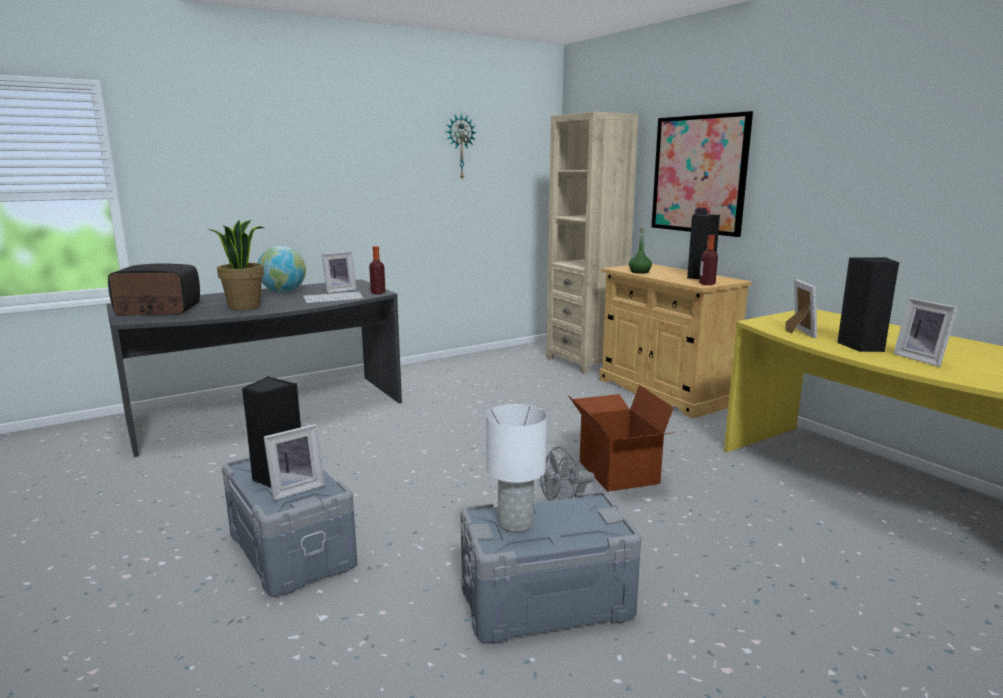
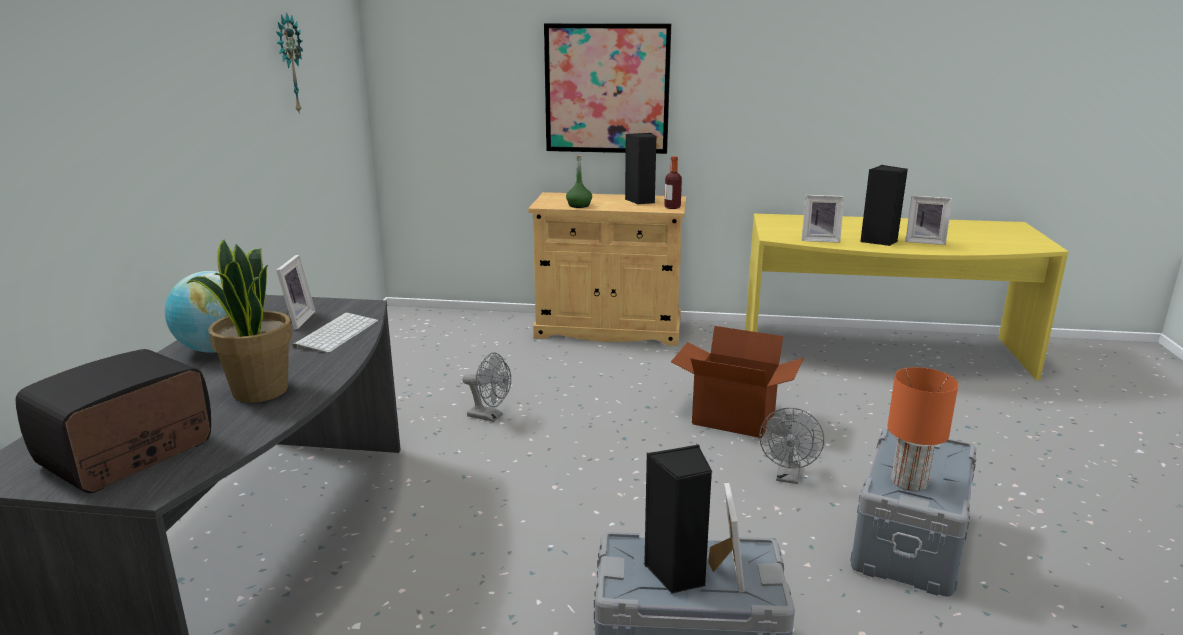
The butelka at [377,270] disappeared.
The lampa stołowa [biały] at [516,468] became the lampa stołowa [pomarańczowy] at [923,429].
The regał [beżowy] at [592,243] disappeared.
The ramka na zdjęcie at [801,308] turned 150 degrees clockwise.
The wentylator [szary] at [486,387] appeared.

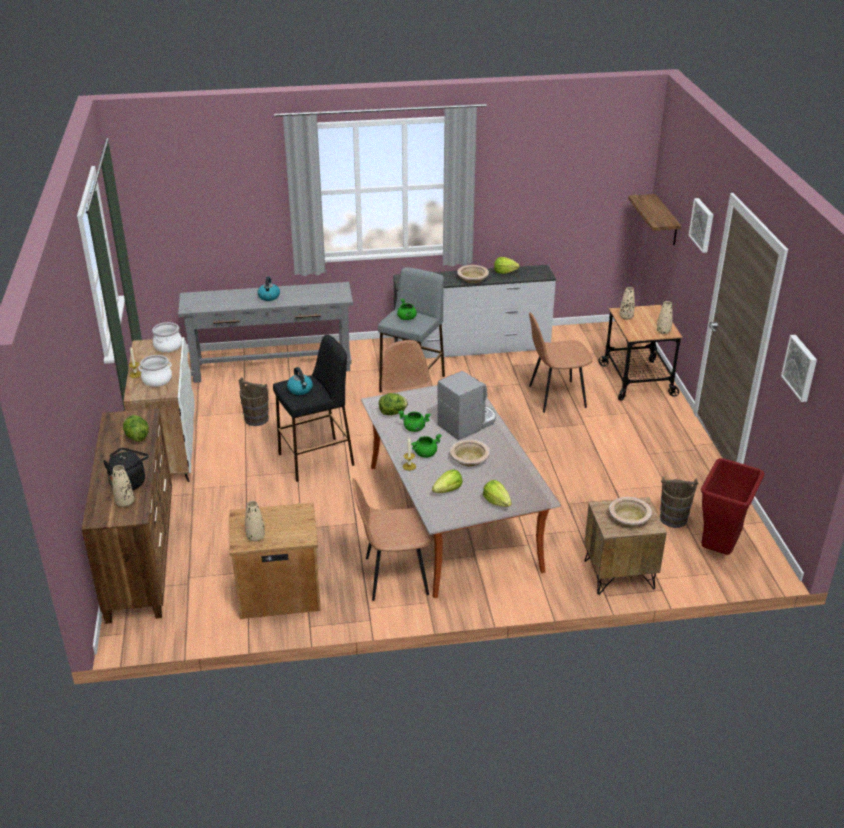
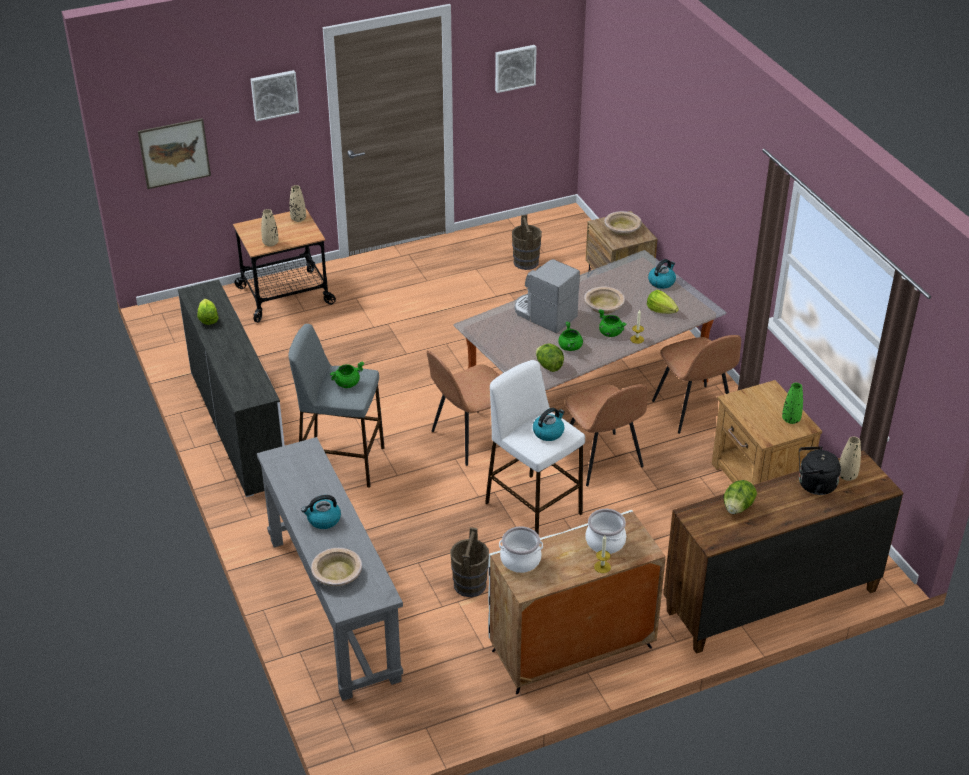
The wazon [beżowy] at [255,521] became the wazon [zielony] at [792,403].
The stołek [czarny] at [313,408] became the stołek [biały] at [535,447].
The miska [beżowy] moved from [473,274] to [336,567].
The sałata at [497,493] was replaced by the czajnik at [662,274].
The krzesło [brązowy] moved from [560,362] to [606,435].
The półka at [654,219] was replaced by the obraz at [174,153].
The kosz na śmieci [czerwony] at [732,506] disappeared.

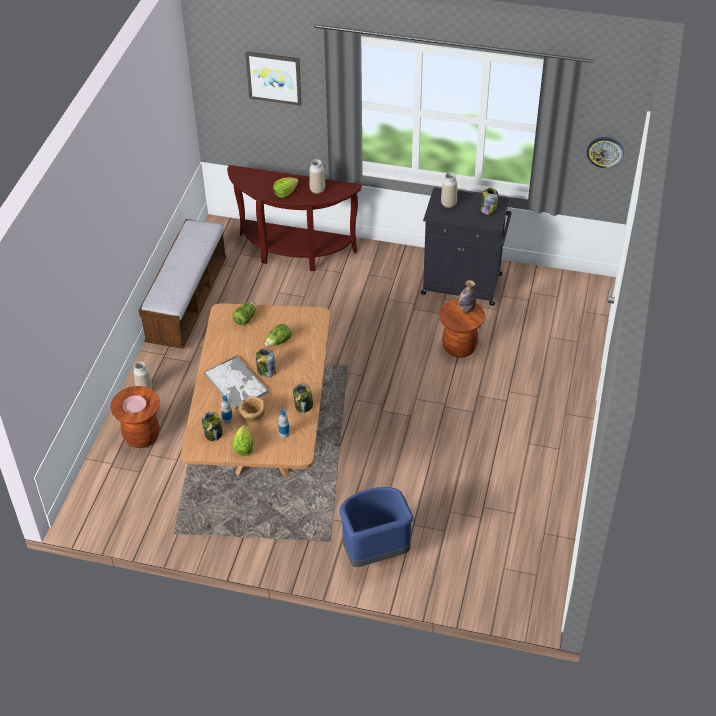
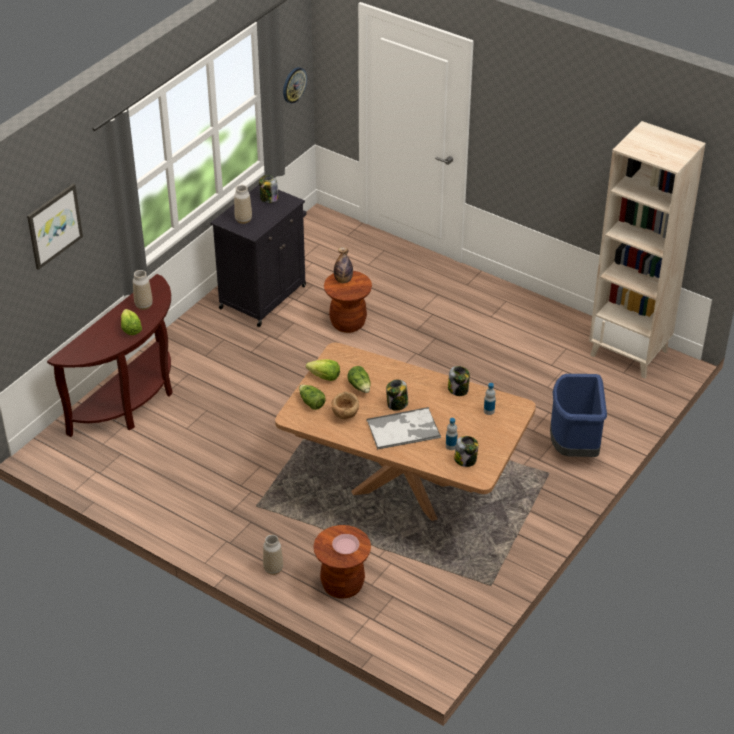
The ławka at [183,284] disappeared.
The sałata moved from [242,440] to [323,370].
The miska [brązowy] moved from [251,409] to [345,405].
The regał [beżowy] at [647,250] appeared.

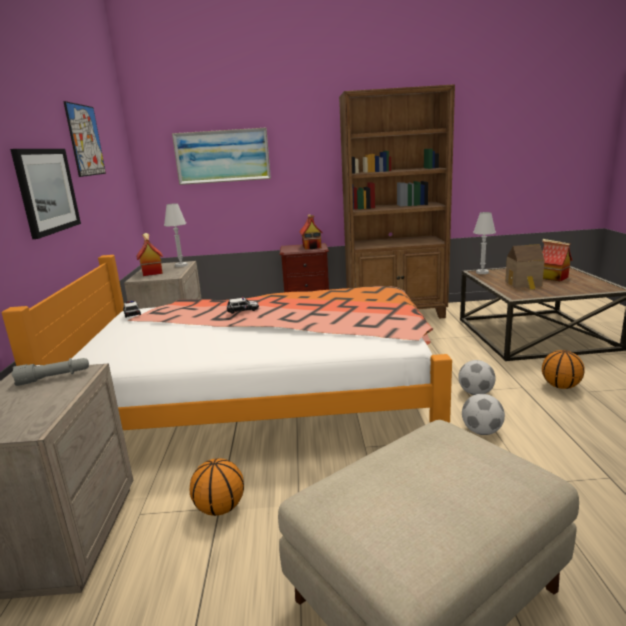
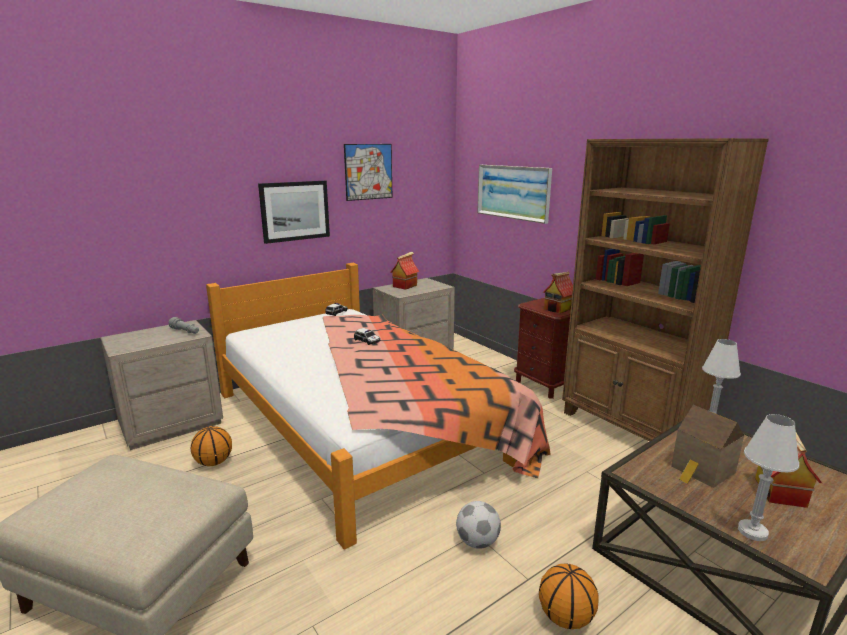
The lampa stołowa [biały] moved from [176,235] to [768,477].
The piłka futbolowa at [483,414] disappeared.

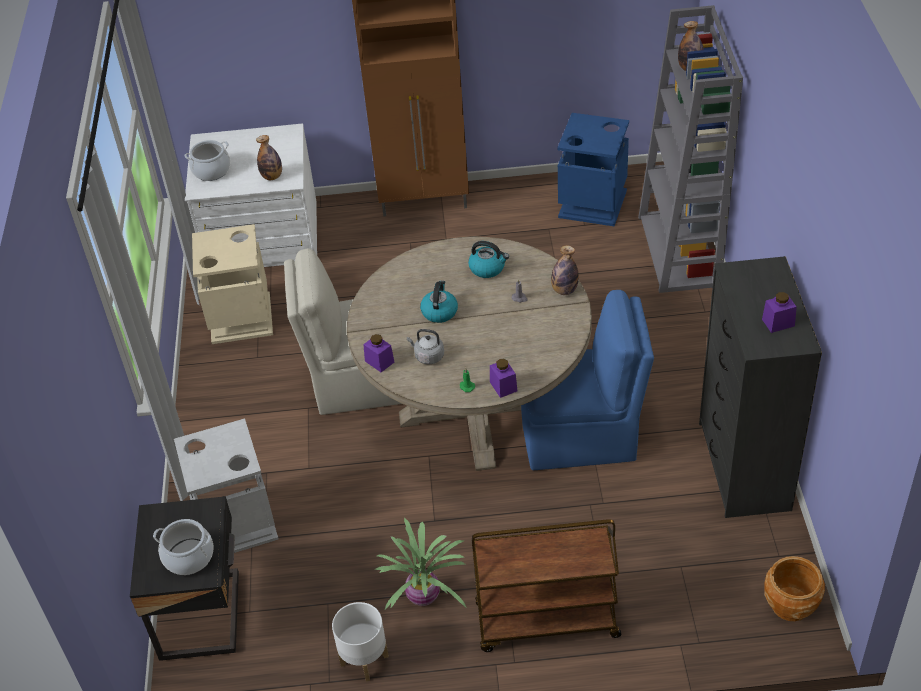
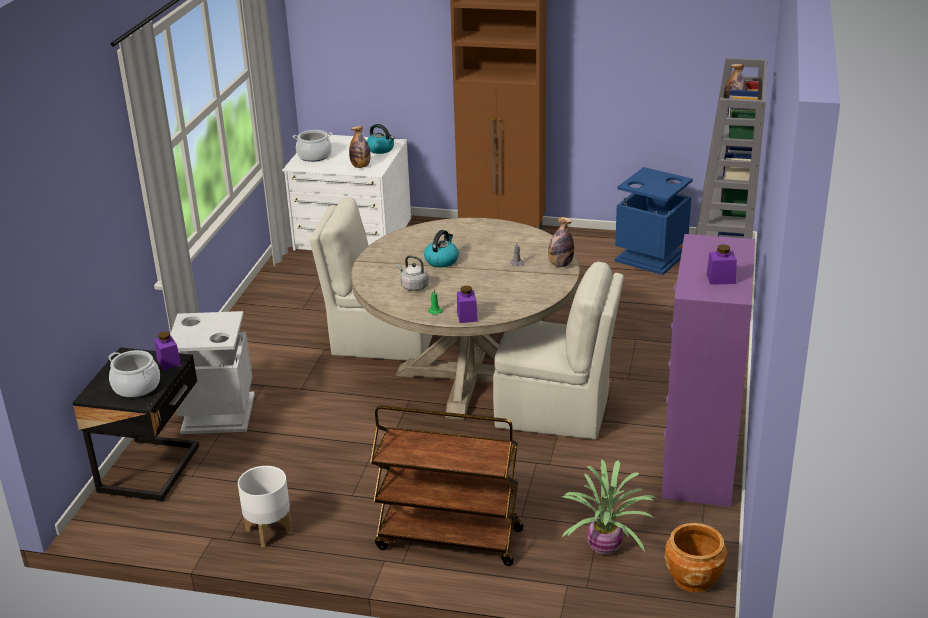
The kosz na śmieci [beżowy] at [232,284] disappeared.
The słoik [fioletowy] moved from [378,353] to [167,351].
The roślina doniczkowa moved from [420,564] to [609,507].
The czajnik moved from [488,259] to [381,139].
The krzesło [niebieski] at [587,380] became the krzesło [beżowy] at [558,350].
The komoda [czarny] at [760,387] became the komoda [fioletowy] at [708,370].

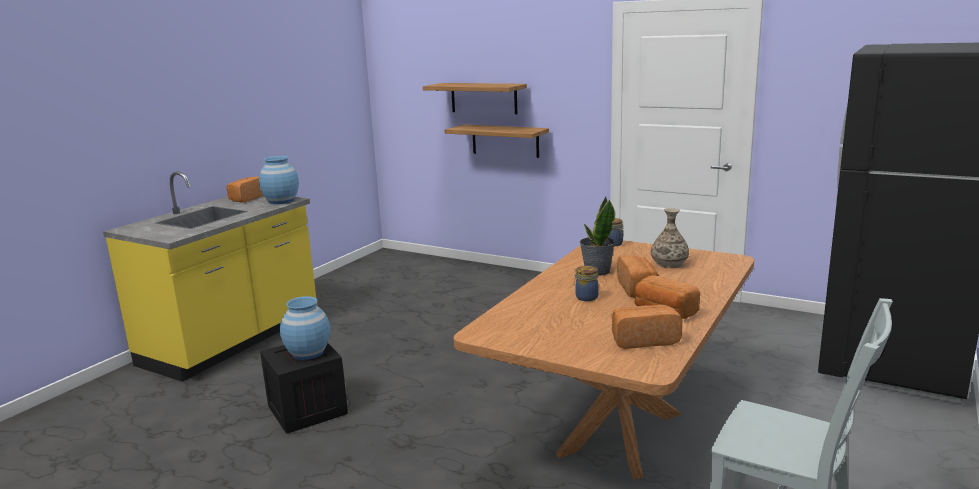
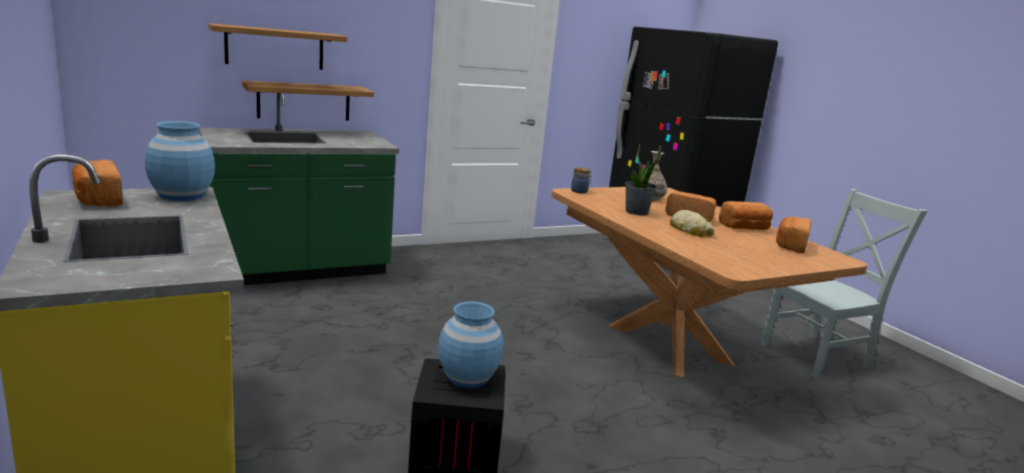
The słoik at [586,283] was replaced by the chleb at [692,223].
The zabudowa kuchenna [zielony] at [299,189] appeared.

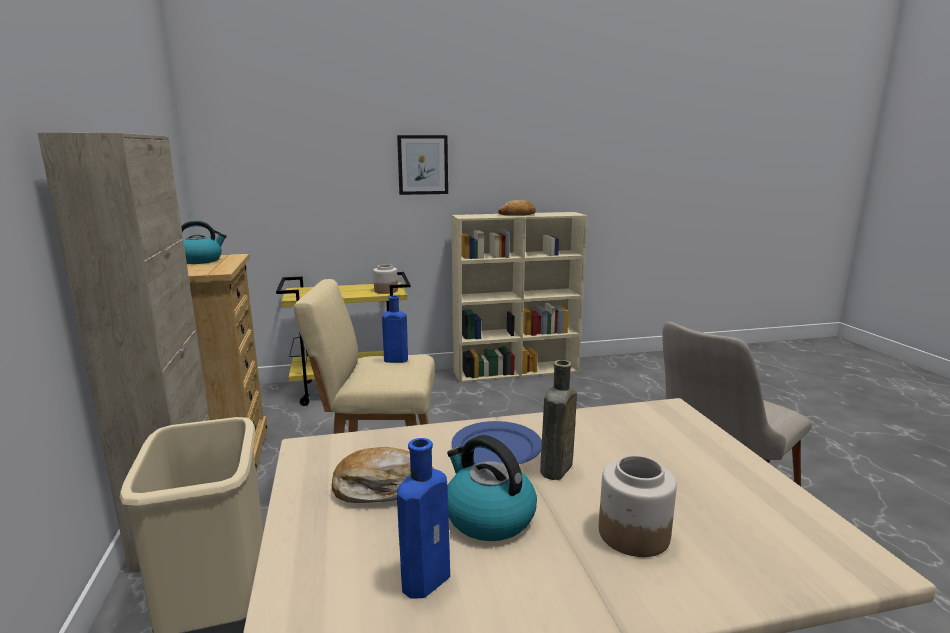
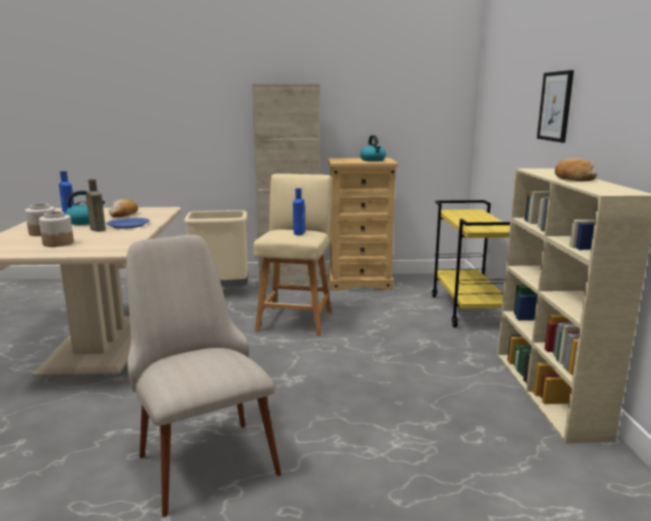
The słoik moved from [385,279] to [56,229].

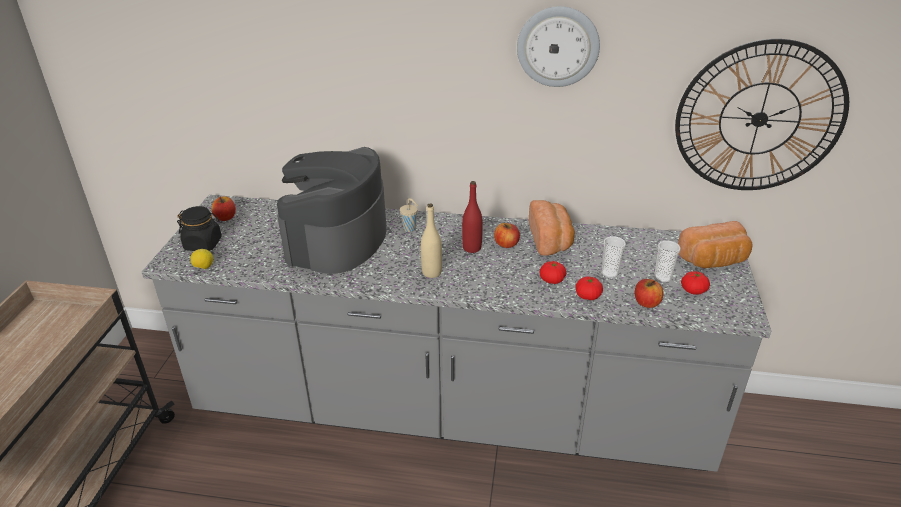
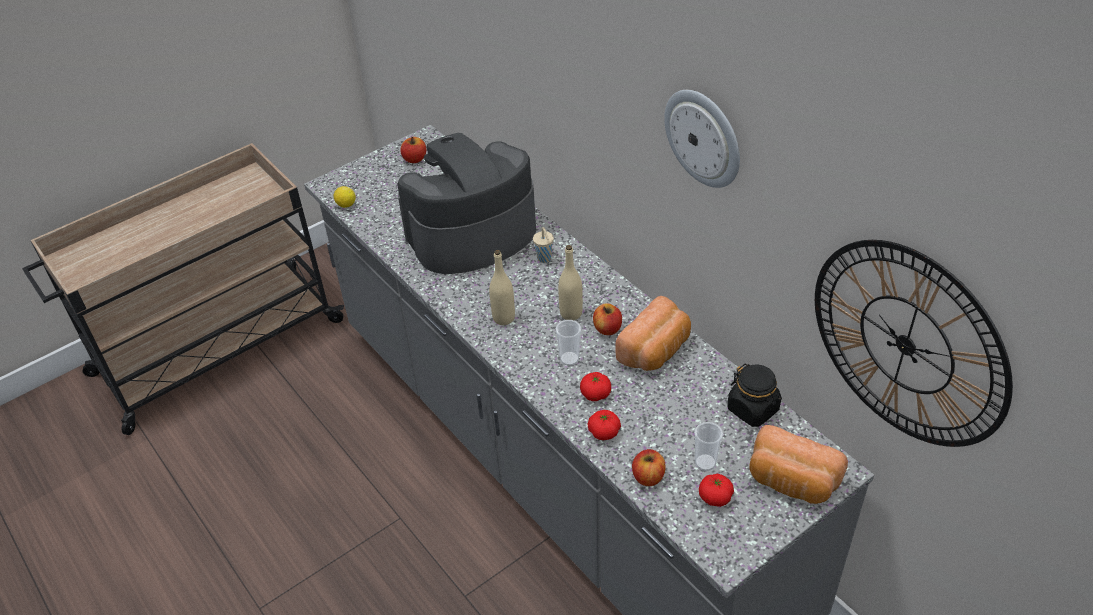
The słoik [czarny] moved from [199,228] to [754,395].
The butelka [czerwony] at [472,217] became the butelka [beżowy] at [570,282].
The filiżanka moved from [614,257] to [568,343].

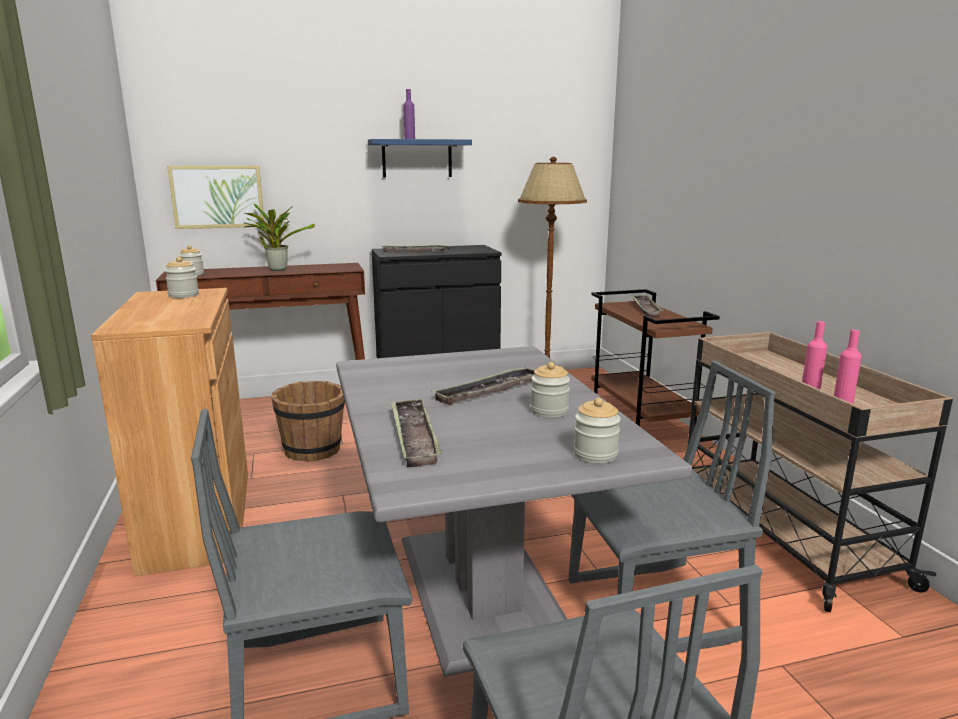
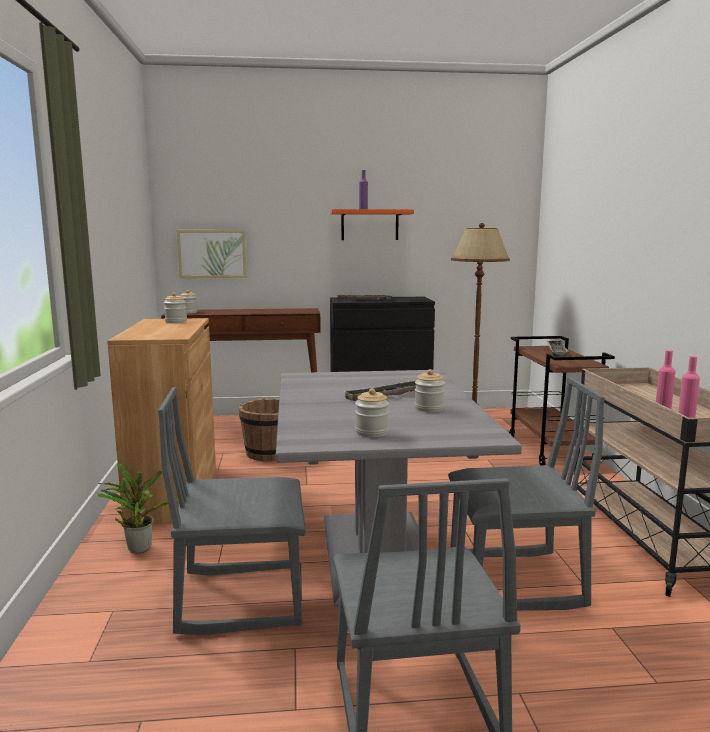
The roślina doniczkowa moved from [279,237] to [138,508].
The półka [niebieski] at [420,158] became the półka [pomarańczowy] at [372,224].
The taca at [416,432] disappeared.
The słoik moved from [597,430] to [372,412].

